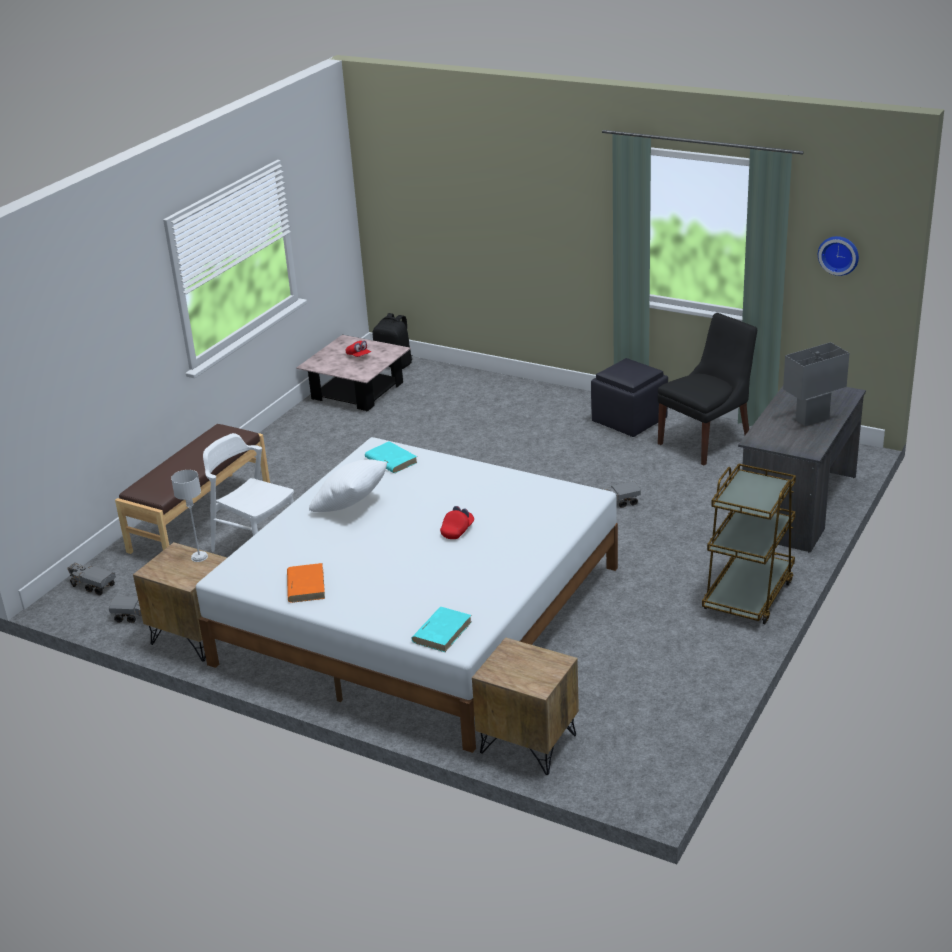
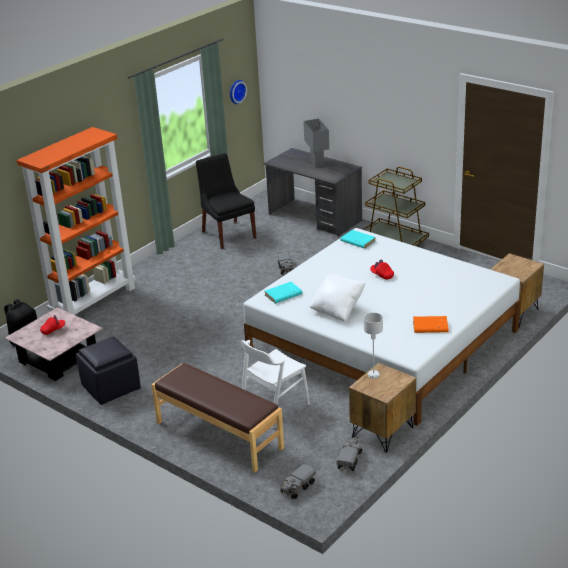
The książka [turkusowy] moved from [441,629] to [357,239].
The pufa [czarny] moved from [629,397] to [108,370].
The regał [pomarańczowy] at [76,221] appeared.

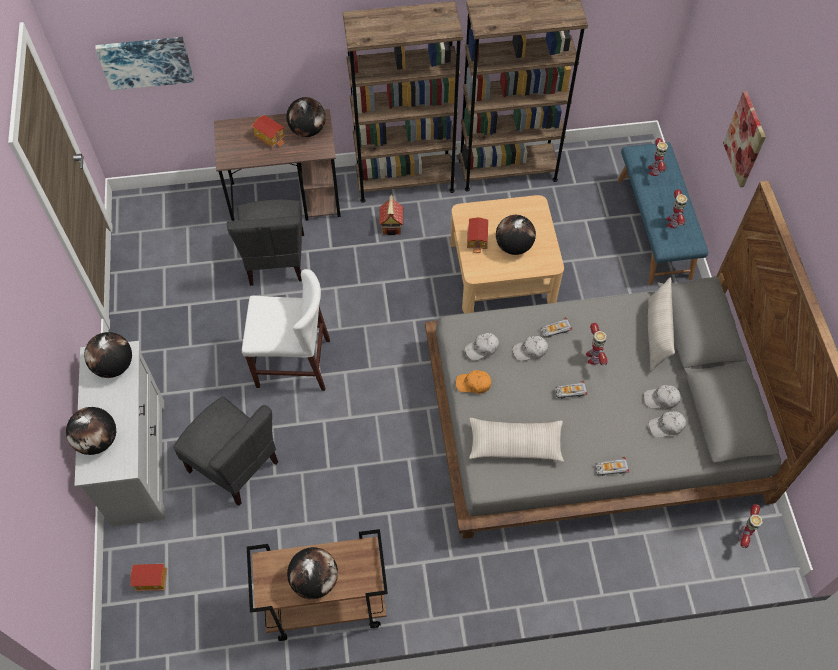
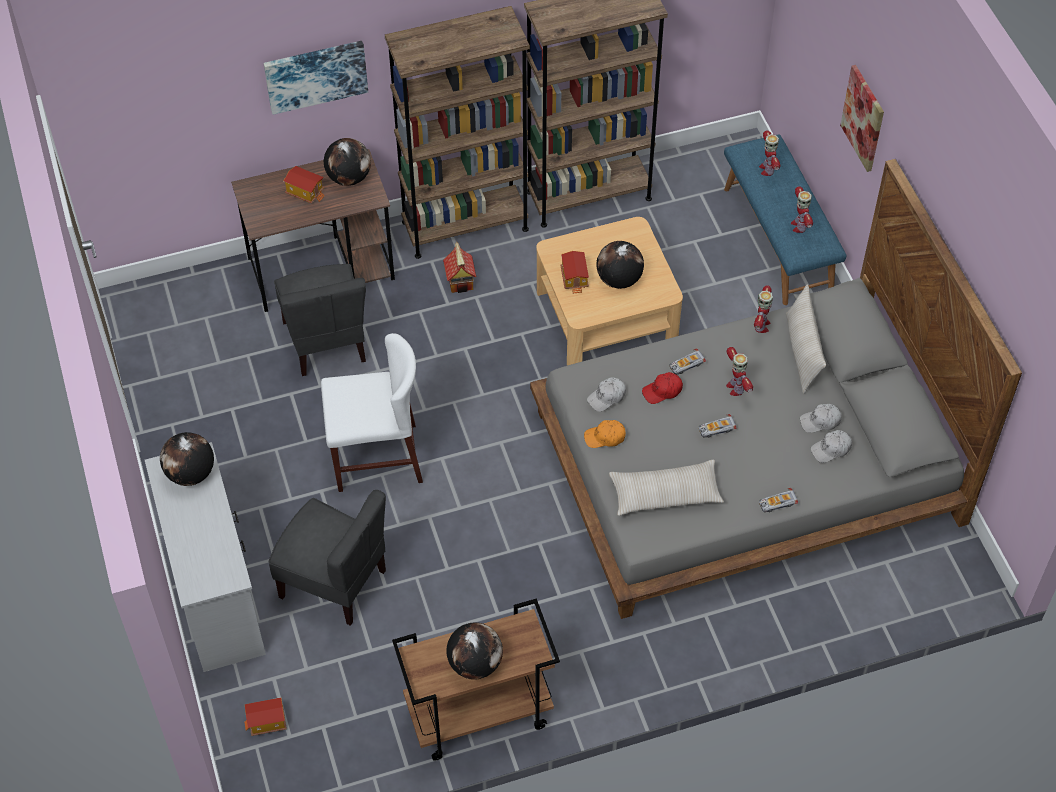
The globus at [91,431] disappeared.
The obraz moved from [144,63] to [316,78].
The czapka z daszkiem [biały] at [530,348] became the czapka z daszkiem [czerwony] at [662,388].
The robot zabawkowy moved from [750,526] to [763,309].

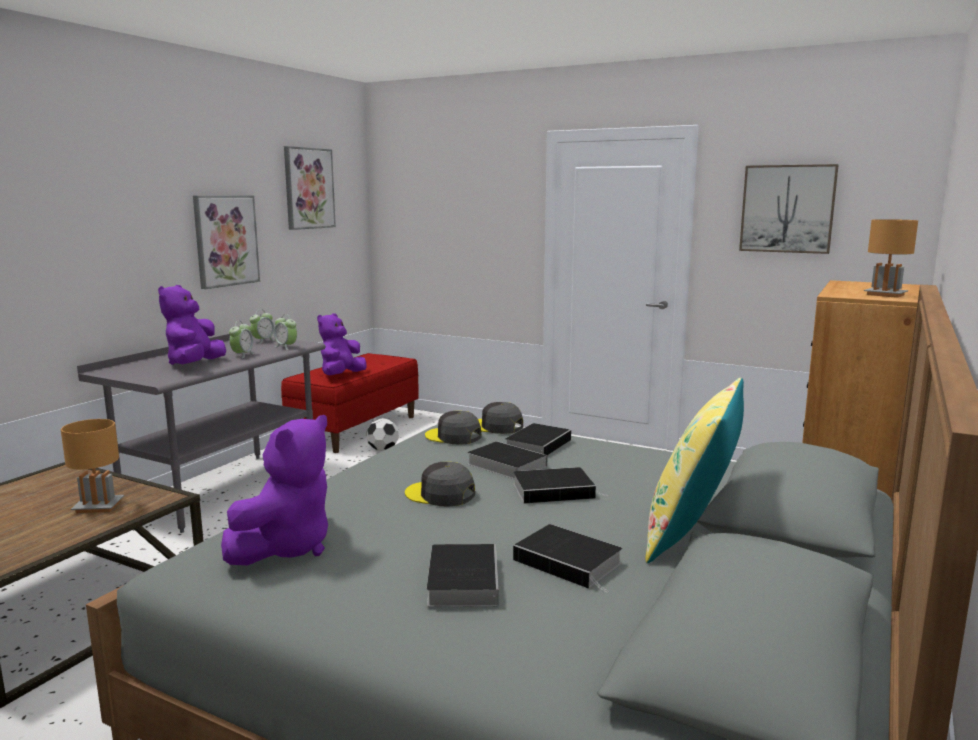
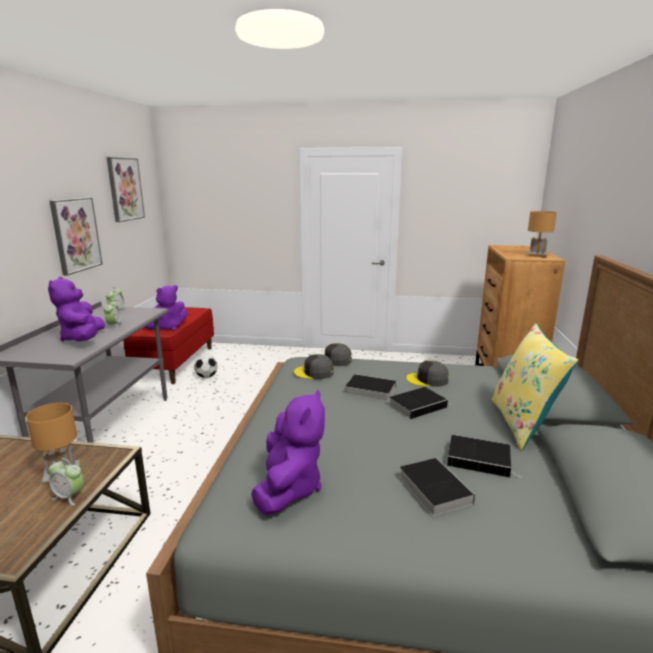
The budzik moved from [285,332] to [66,481].
The pluszak [fioletowy] at [342,344] turned 135 degrees counterclockwise.
The czapka z daszkiem [szary] moved from [440,484] to [427,373].
The książka at [538,439] disappeared.
The obraz at [789,209] disappeared.

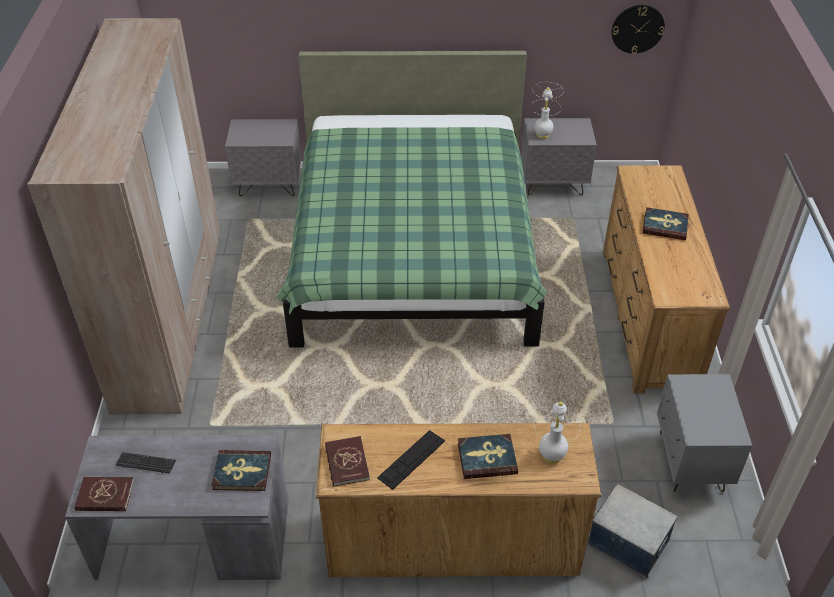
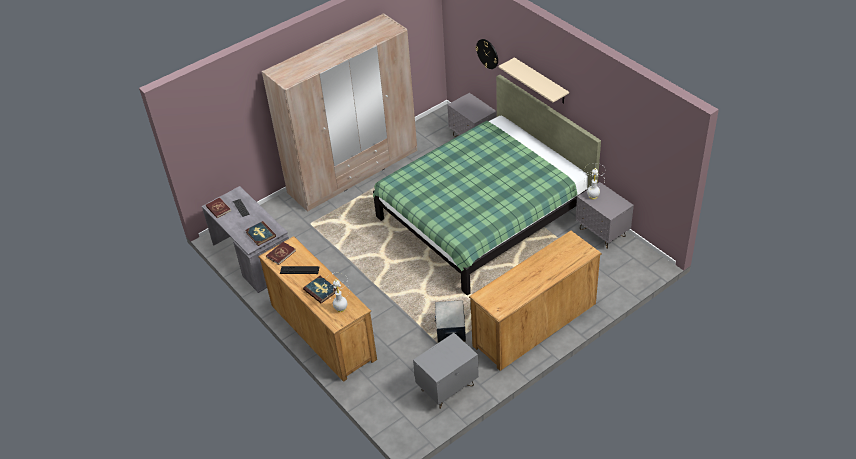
The pojemnik do przechowywania moved from [633,531] to [450,321].
The zegar ścienny moved from [638,29] to [487,54].
The książka at [665,223] disappeared.
The półka [beżowy] at [533,80] appeared.

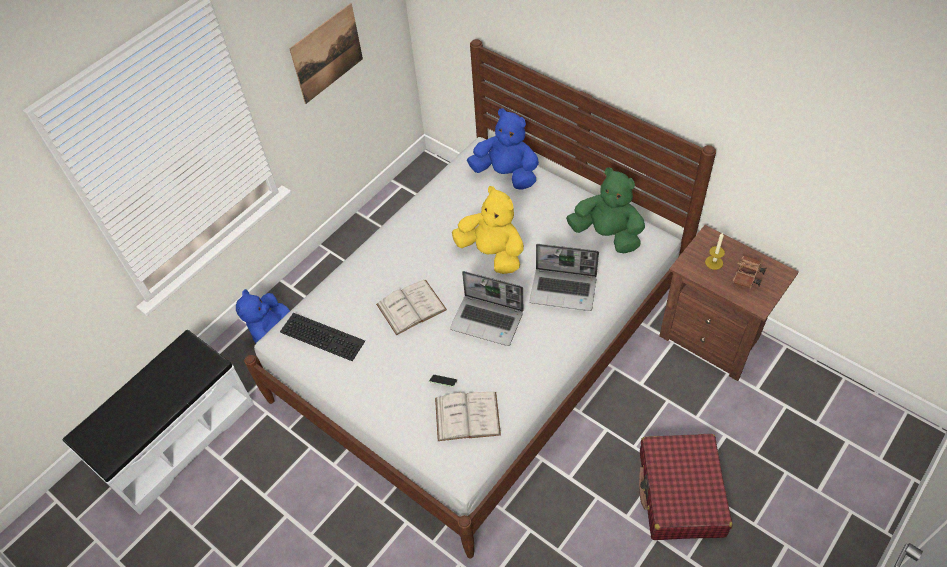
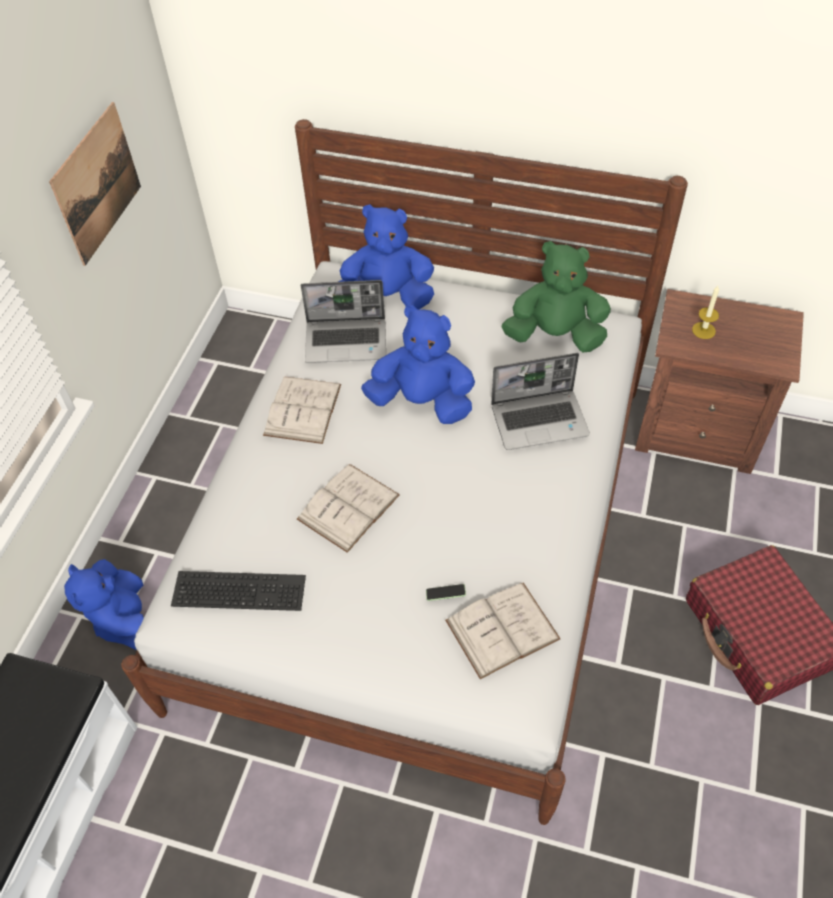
The laptop moved from [486,308] to [343,321].
The pluszak [żółty] at [488,230] became the pluszak [niebieski] at [418,364].
The lornetka [brązowy] at [749,272] disappeared.
The książka [biały] at [302,410] appeared.

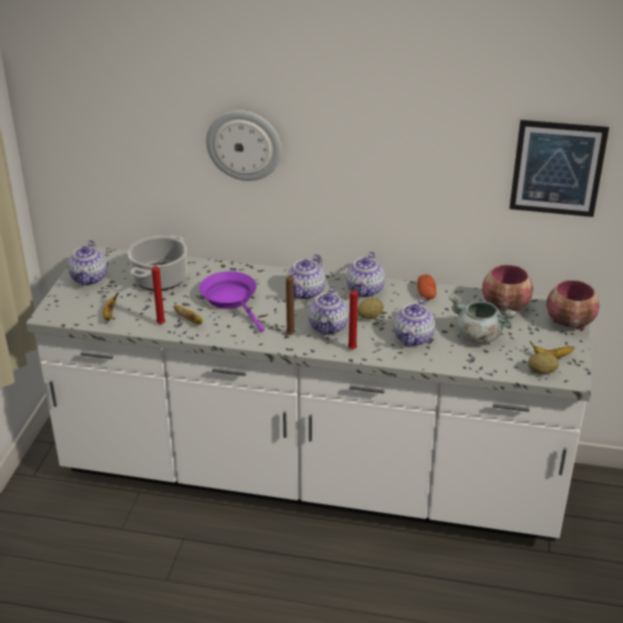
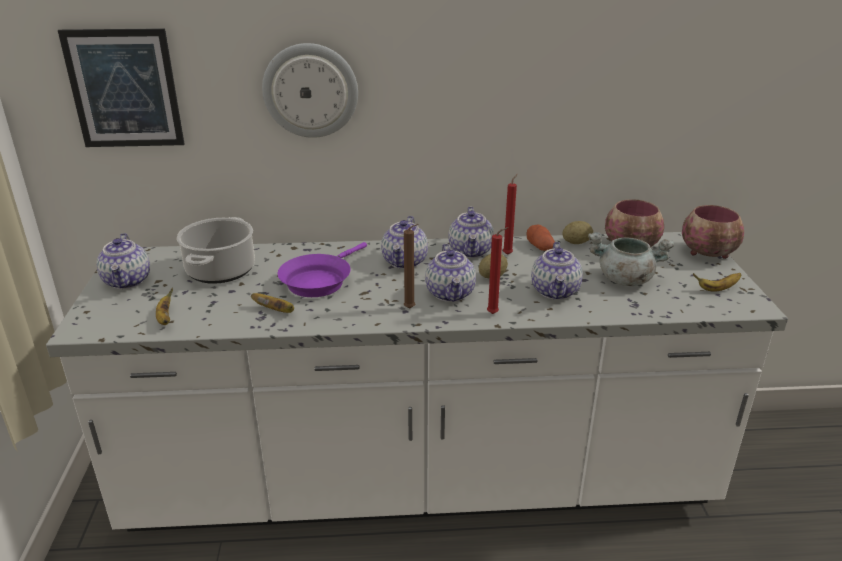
The świeca [czerwony] moved from [158,291] to [510,214].
The patelnia [fioletowy] at [231,301] turned 105 degrees counterclockwise.
The obraz moved from [559,168] to [121,87].
The ziemniak moved from [543,363] to [578,232].

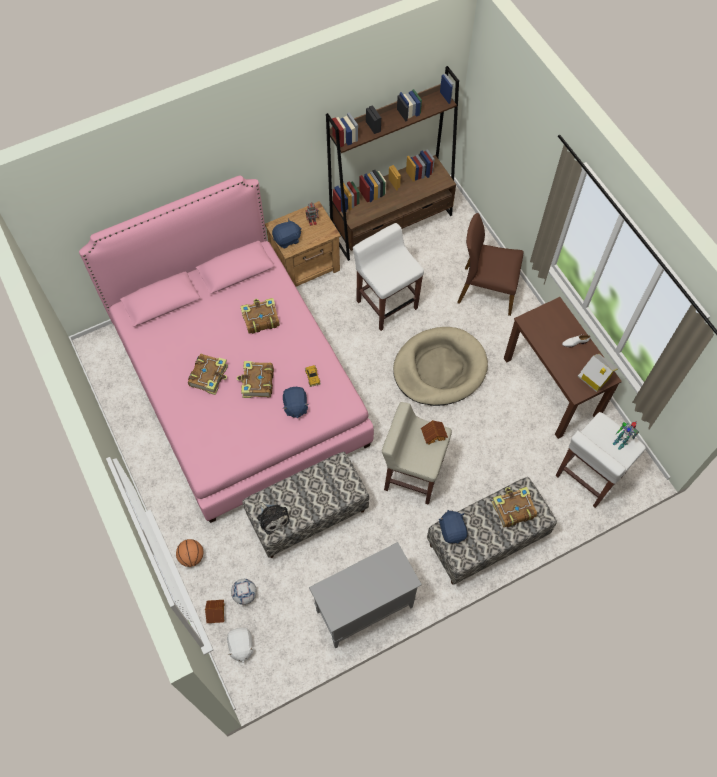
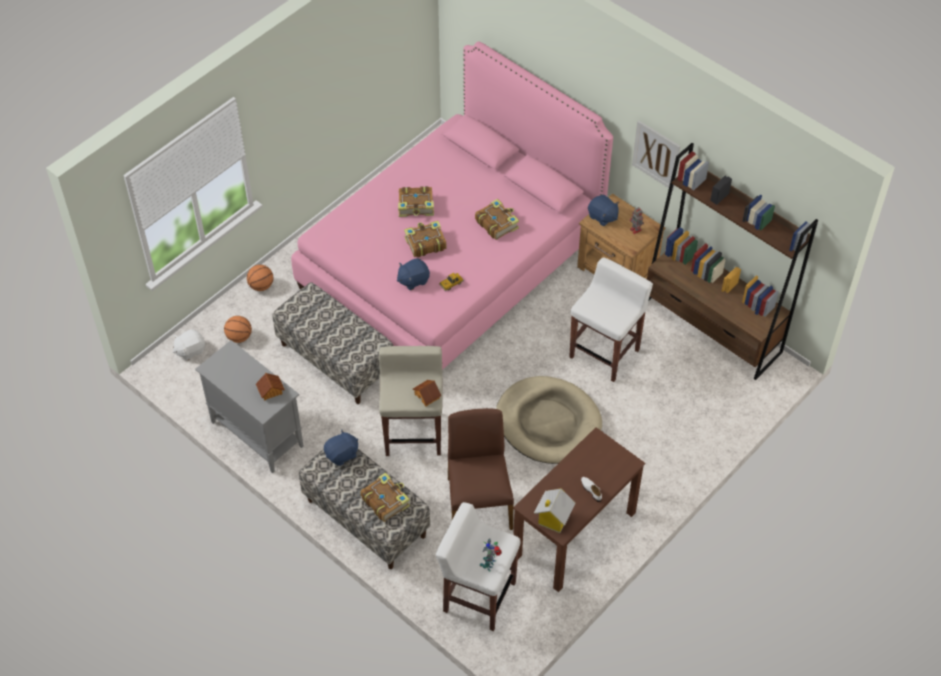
The domek moved from [214,611] to [270,386].
The piłka futbolowa at [244,592] was replaced by the piłka do koszykówki at [238,329].
The pluszak at [273,518] disappeared.
The krzesło [brązowy] moved from [490,264] to [481,469].
The obraz at [656,155] appeared.

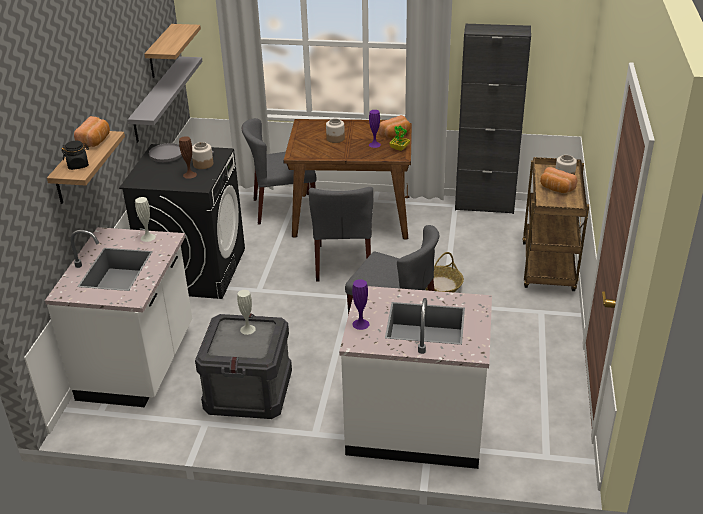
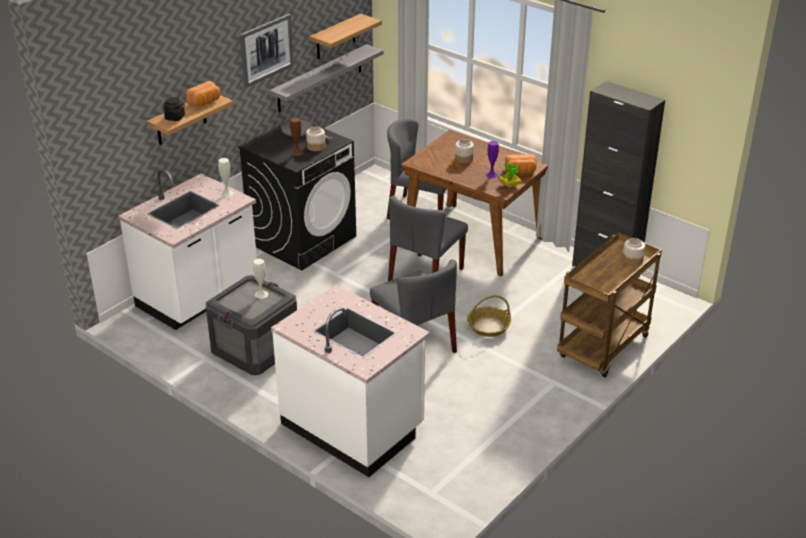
The wazon [fioletowy] at [360,304] disappeared.
The chleb at [558,180] disappeared.
The obraz at [267,51] appeared.

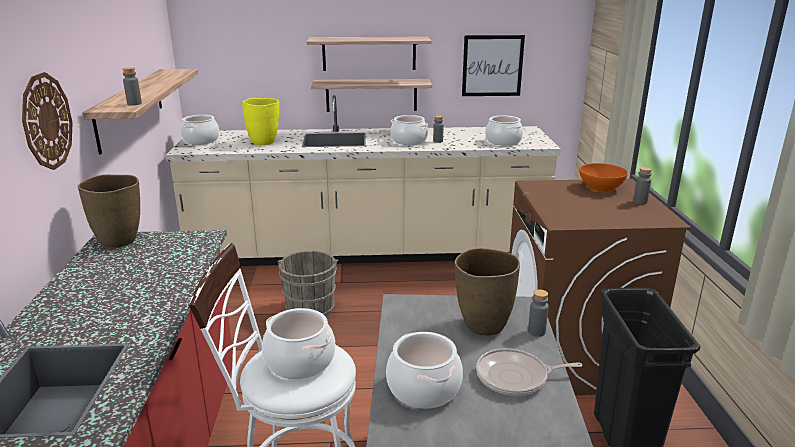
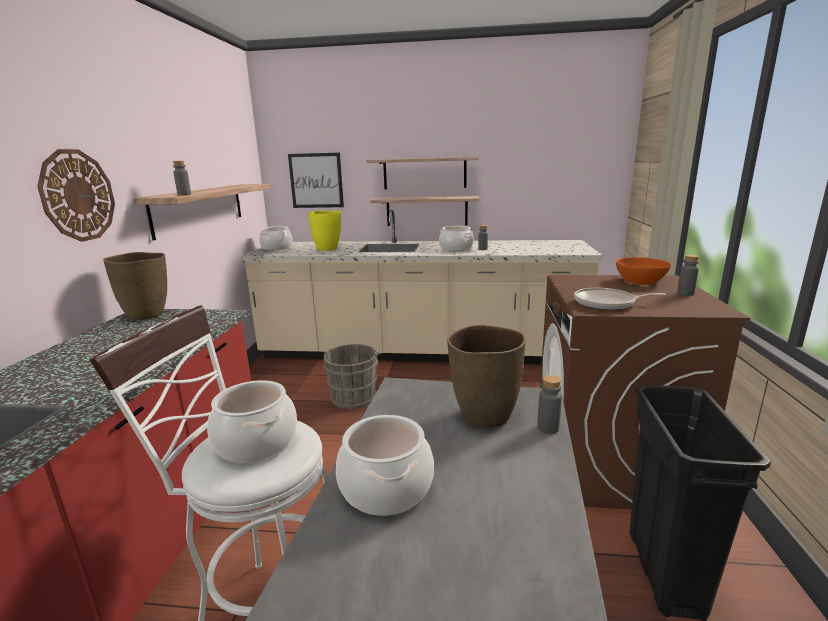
The obraz moved from [493,65] to [316,180].
The patelnia moved from [529,372] to [620,299].
The garnek at [504,130] disappeared.

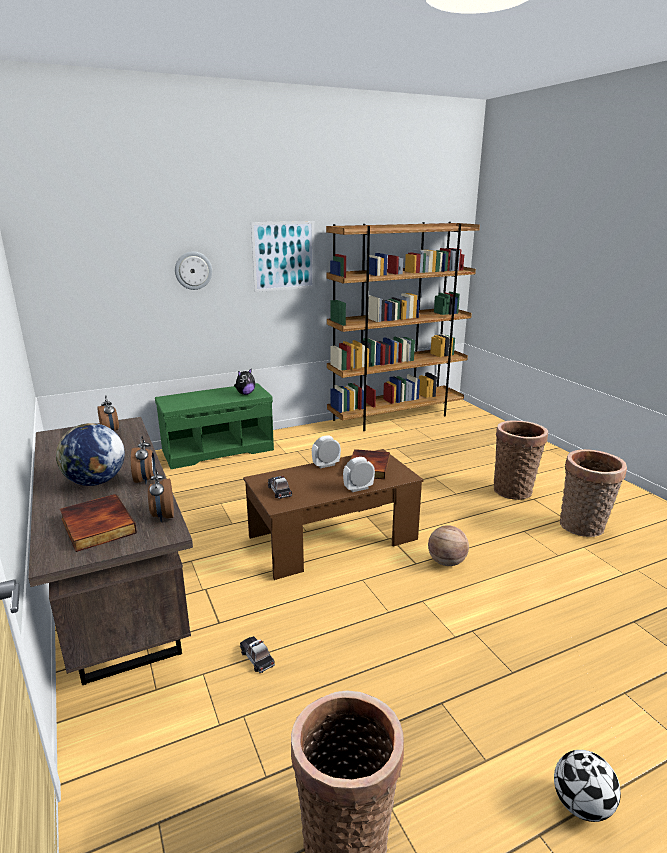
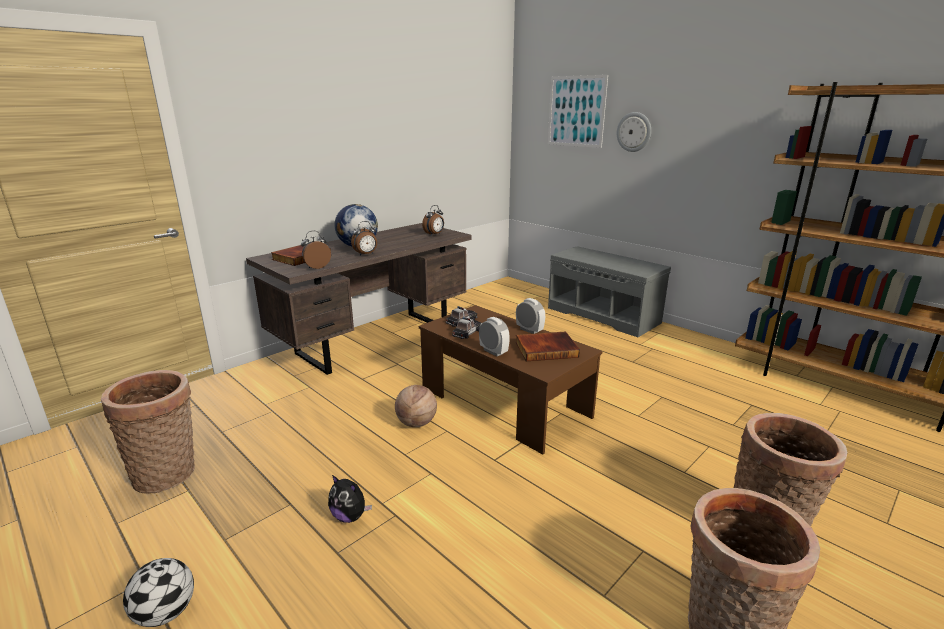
The ławka [zielony] at [214,426] became the ławka [szary] at [609,291].
The pluszak moved from [244,381] to [350,499].
The samochodzik moved from [257,654] to [466,328].
The obraz moved from [283,256] to [578,111].
The piłka do koszykówki moved from [448,545] to [416,406].

